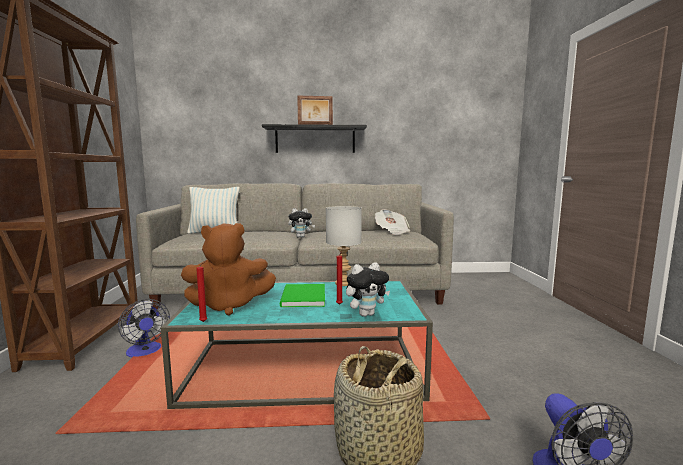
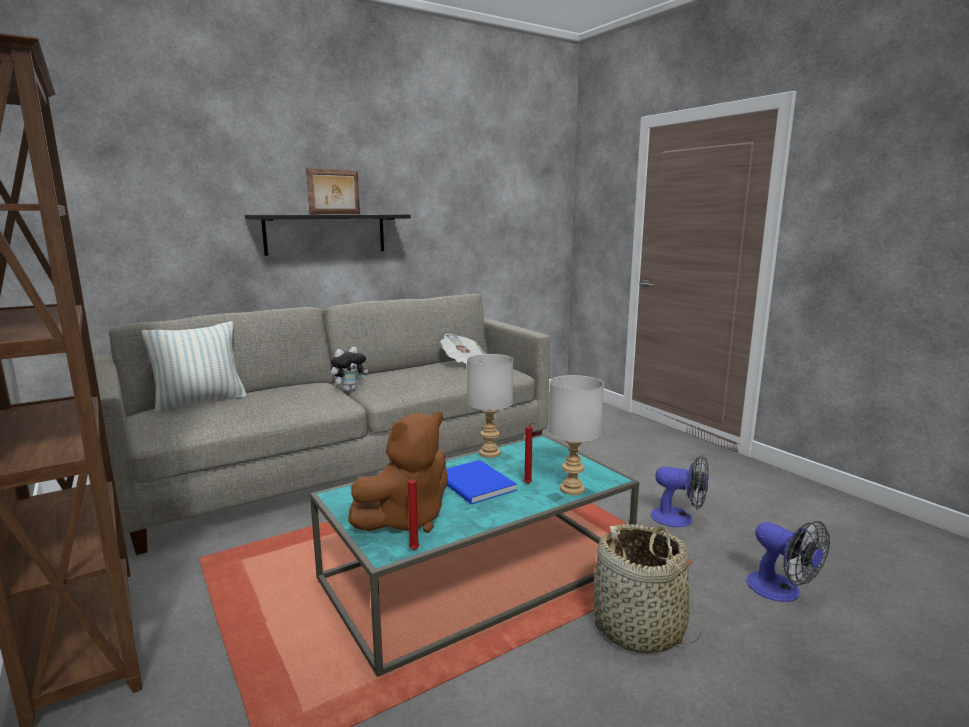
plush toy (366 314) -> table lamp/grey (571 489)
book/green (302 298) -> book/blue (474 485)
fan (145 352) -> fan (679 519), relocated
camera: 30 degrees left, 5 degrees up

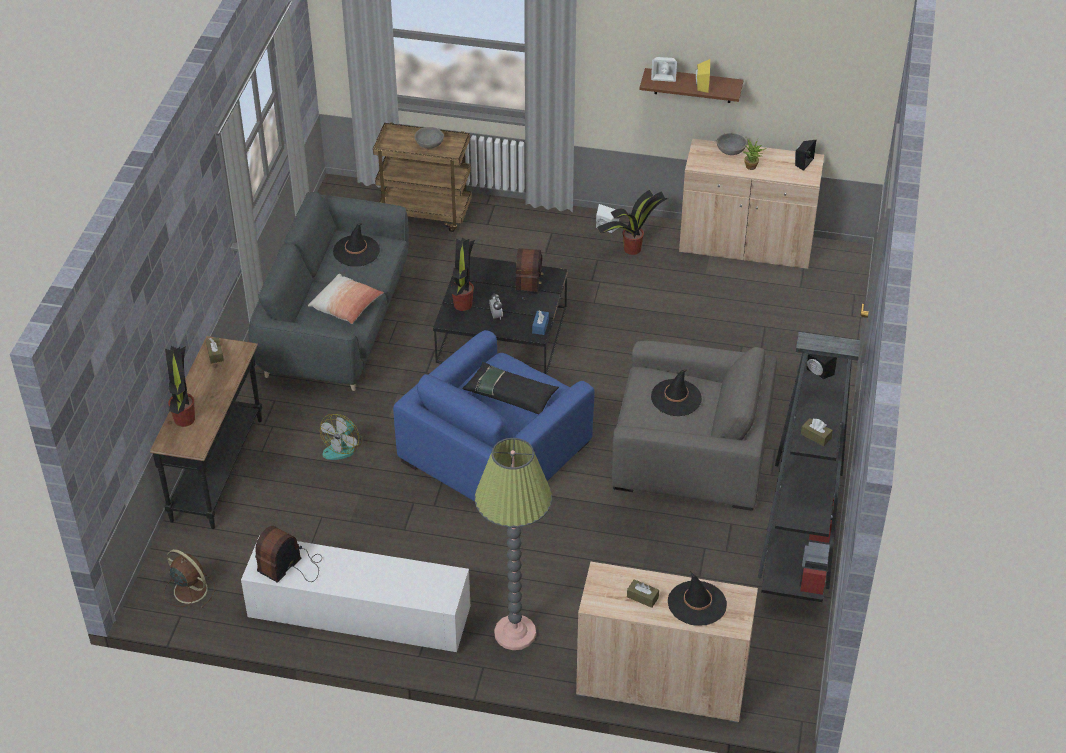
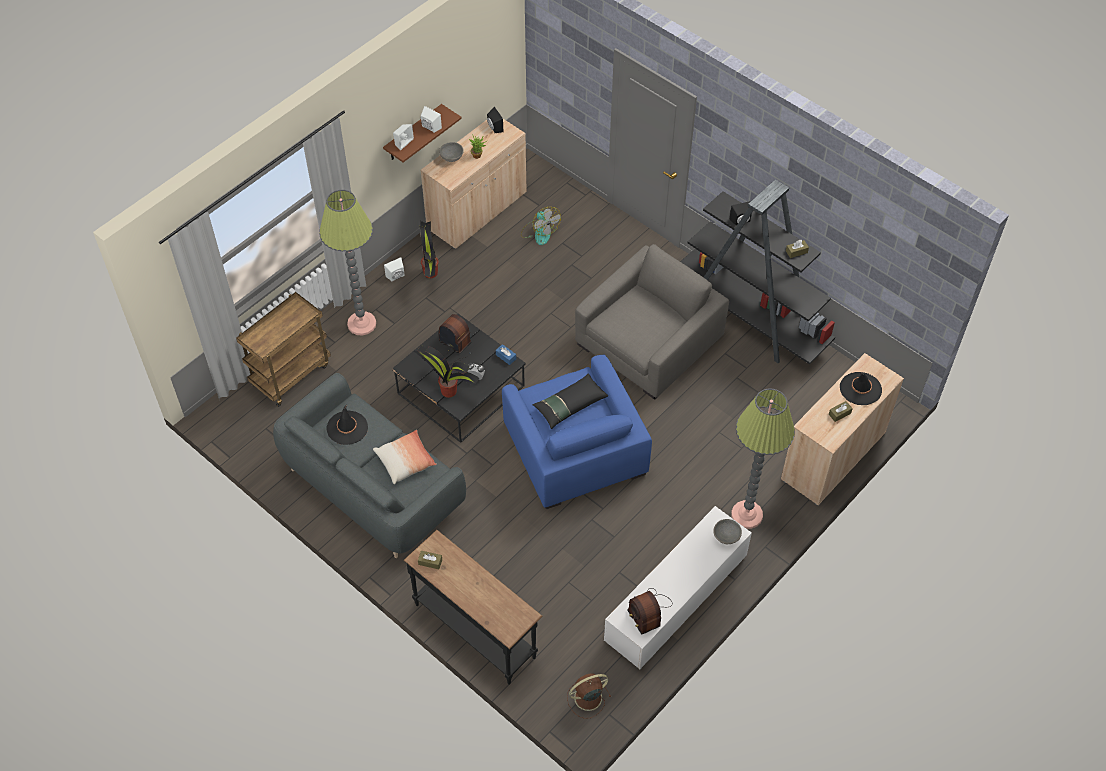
speaker/yellow (701 85) -> speaker/white (430 128)
bowl/grey (429 144) -> bowl/grey (726 536), relocated
potted plant (184 418) -> none
hat/black (676 398) -> none
fan (343 446) -> fan (539 232), relocated
none -> floor lamp (362 324)
camera: 60 degrees left, 10 degrees up

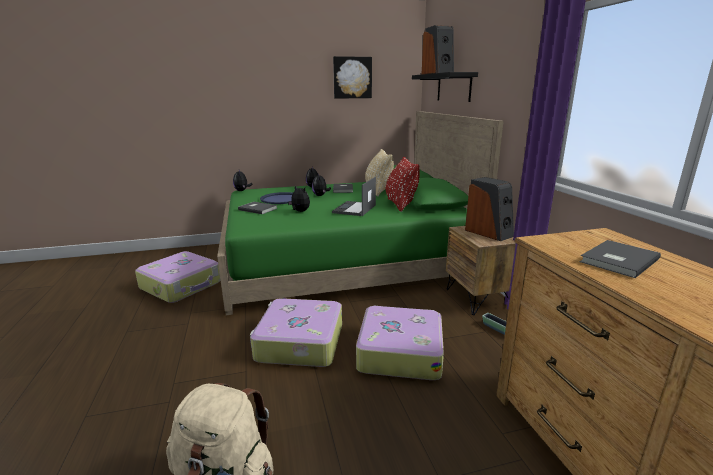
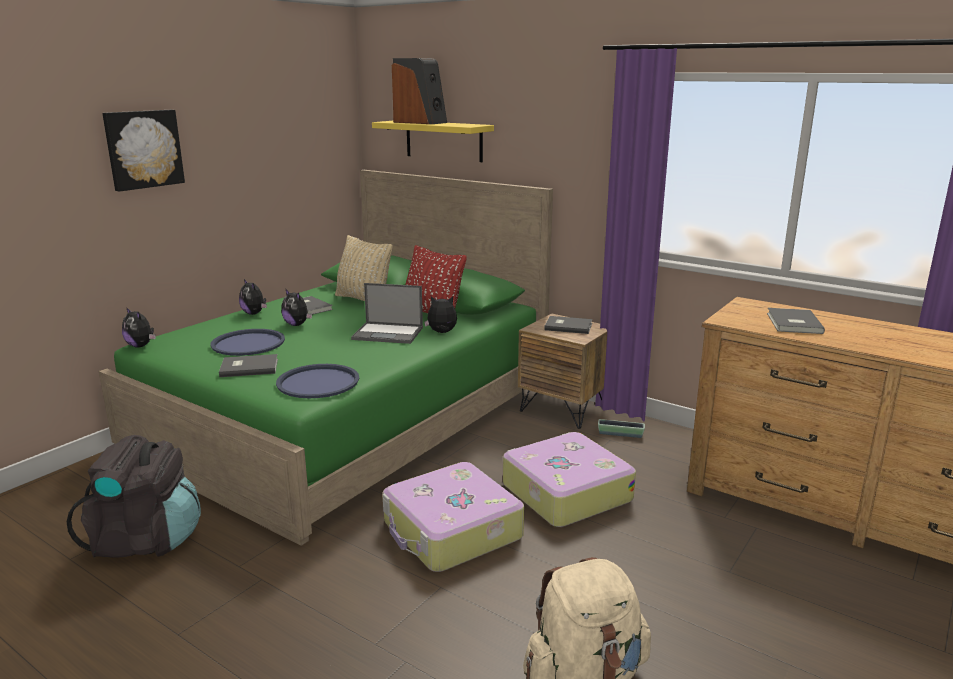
picture (352 77) -> picture (143 149), relocated
shelf/black (454 87) -> shelf/yellow (443 140)
laptop (354 209) -> laptop (389 333), 60 degrees counterclockwise
speaker (489 233) -> book/grey (567 326)
plush toy (300 211) -> plush toy (442 333), relocated
suitcase (182 285) -> backpack/black (146 540)
none -> tray/blue (318 382)
camera: 40 degrees left, 0 degrees up

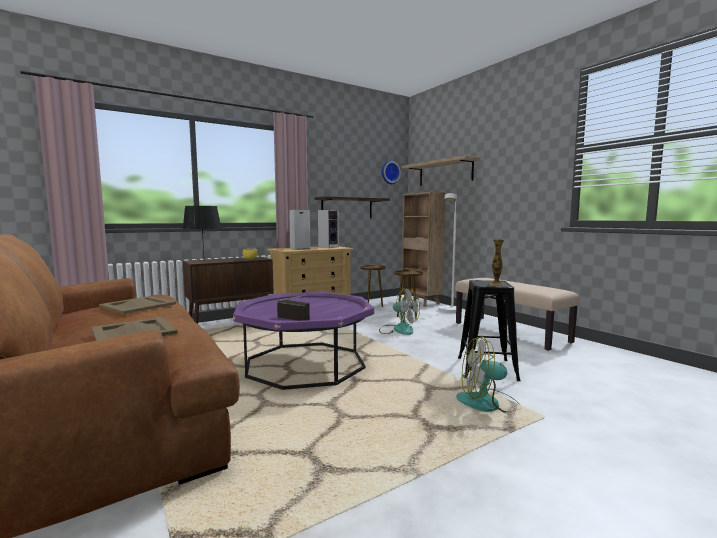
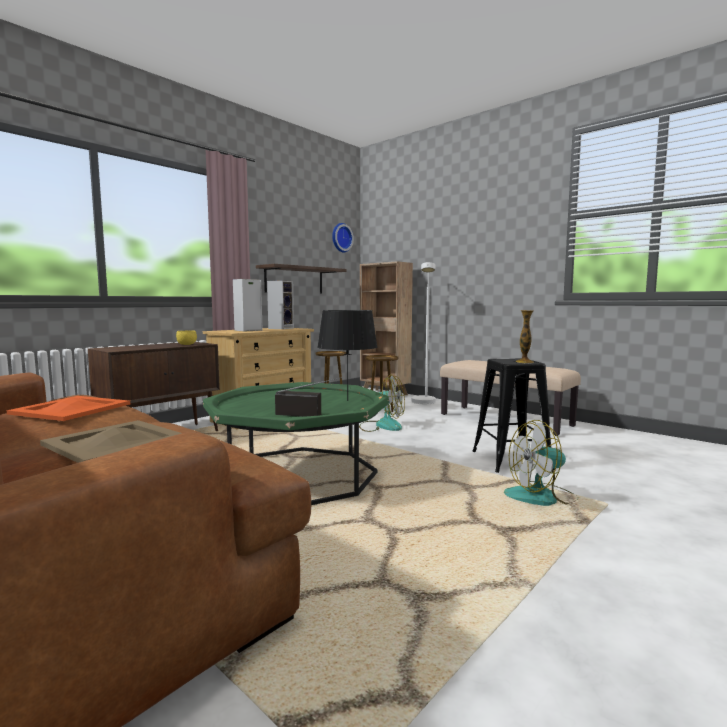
shelf (445 173) -> none
table lamp/black (203 261) -> table lamp/black (347 400), relocated
coffee table/purple (305 364) -> coffee table/green (298 475)
tray/beige (138 305) -> tray/orange (72 409)
camera: 15 degrees left, 0 degrees up

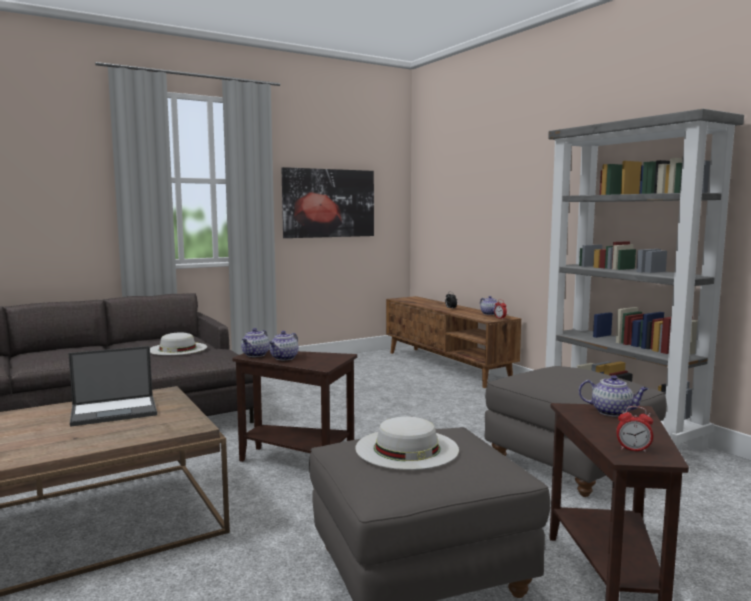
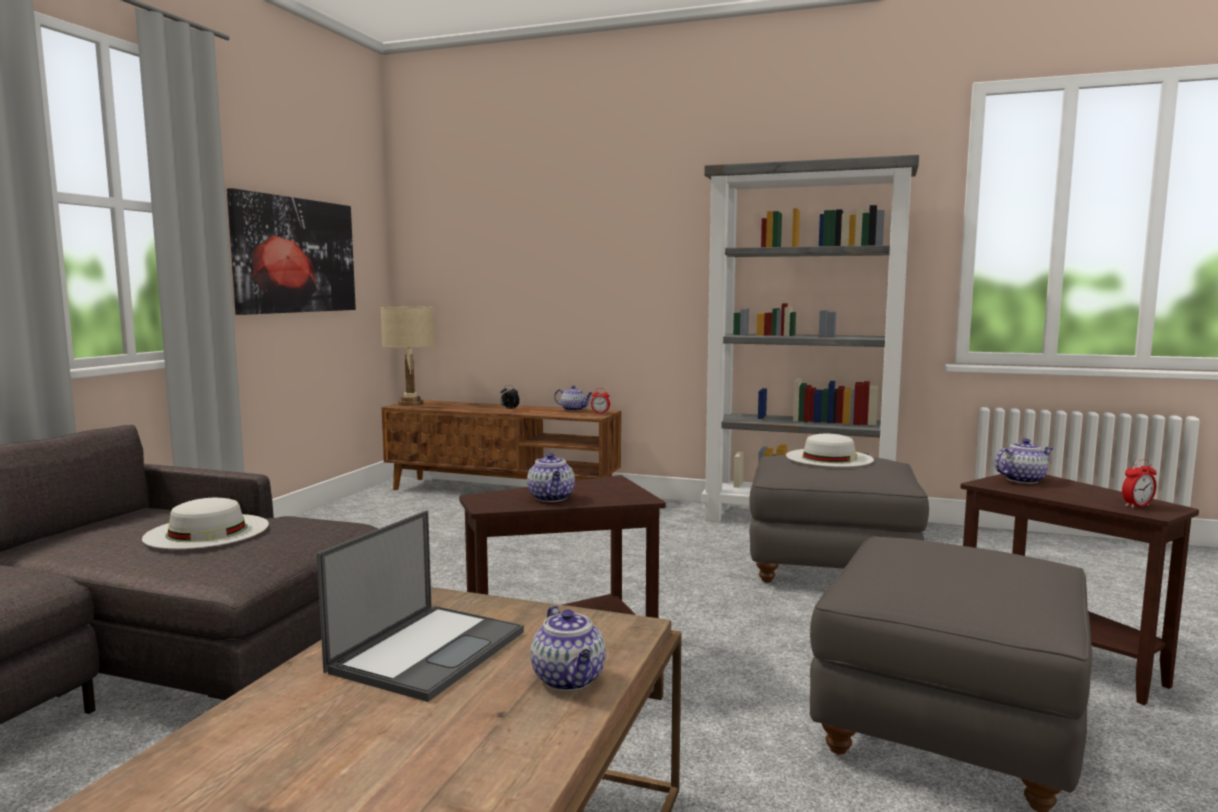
teapot (255 355) -> teapot (570 680), relocated
hat/white (407 448) -> hat/white (829 457), relocated
none -> table lamp/beige (411 404)
camera: 40 degrees left, 0 degrees up

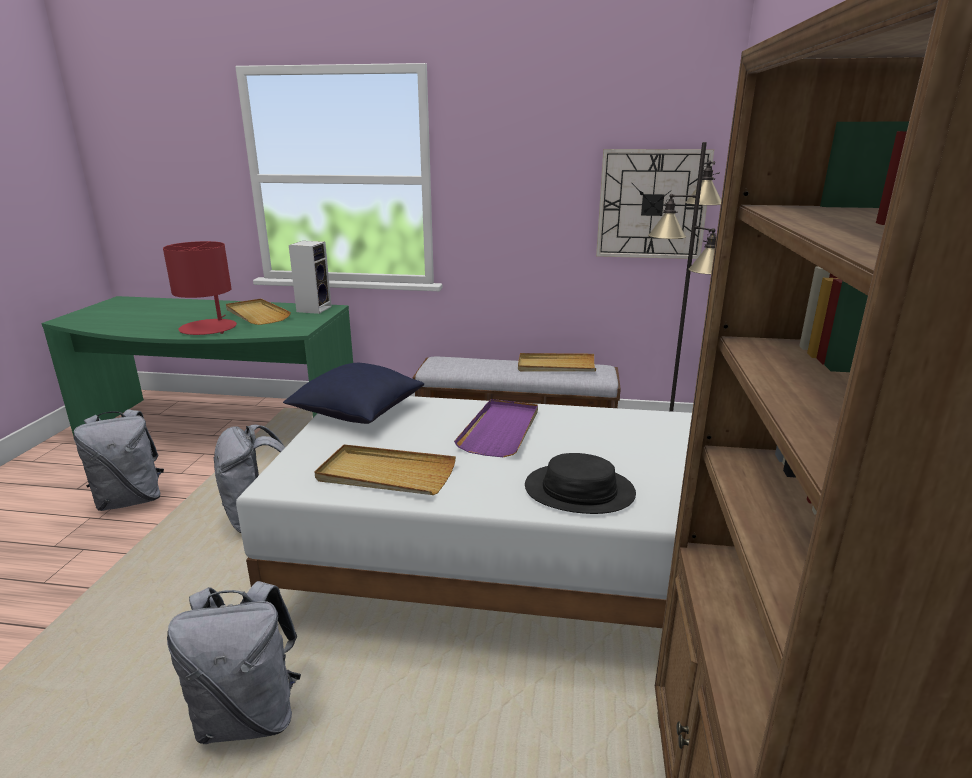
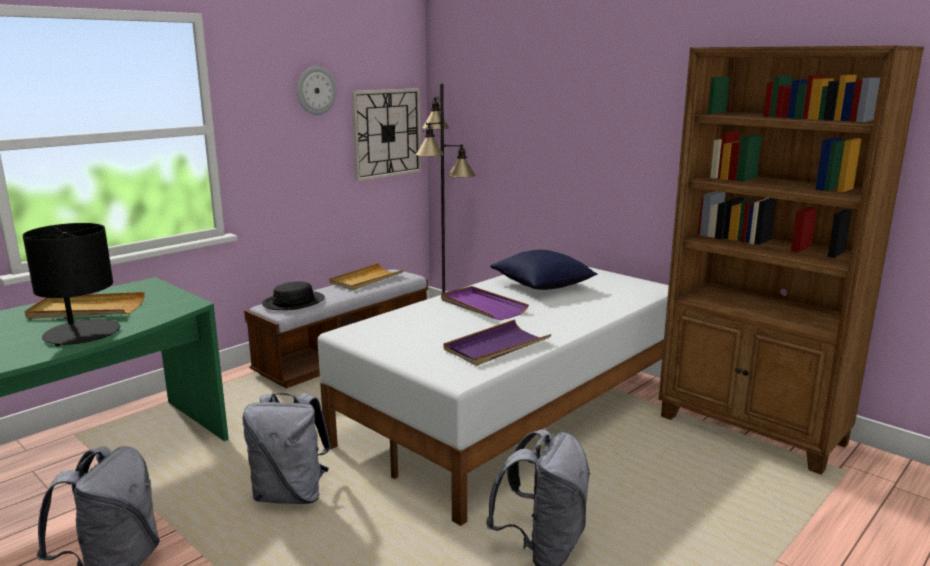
table lamp/red (208 328) -> table lamp/black (82 333)
speaker (314 309) -> none
pillow/blue (357 412) -> pillow/blue (542 286), relocated
tray/beige (385 475) -> tray/purple (496 346)
hat/black (579 491) -> hat/black (294 302), relocated
none -> wall clock (316 90)
camera: 55 degrees left, 5 degrees down

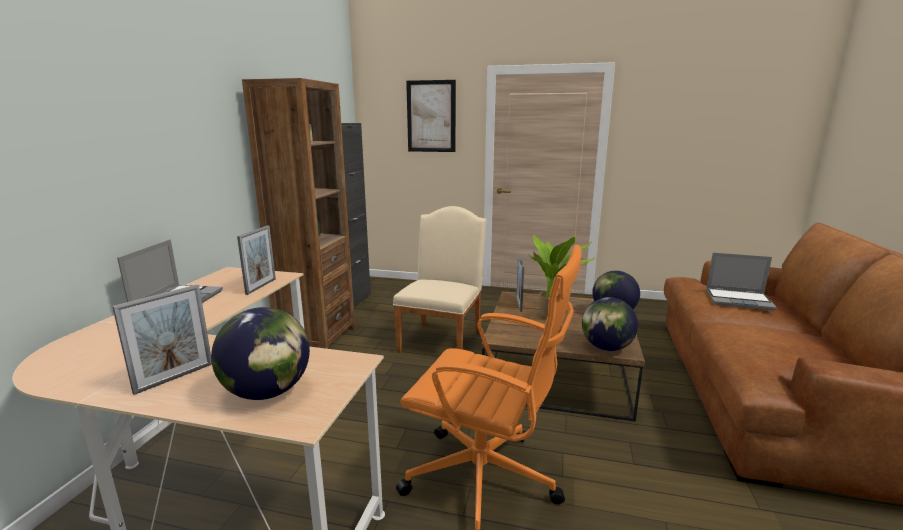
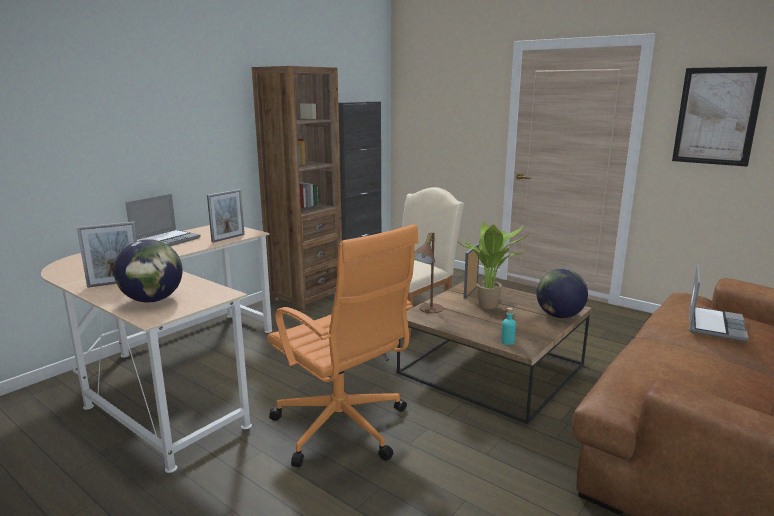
picture (431 116) -> picture (716 116), relocated
laptop (739 300) -> laptop (714 324), 105 degrees counterclockwise
globe (606 347) -> bottle/turquoise (507 342)
none -> table lamp/brown (427 309)
camera: 25 degrees right, 0 degrees up

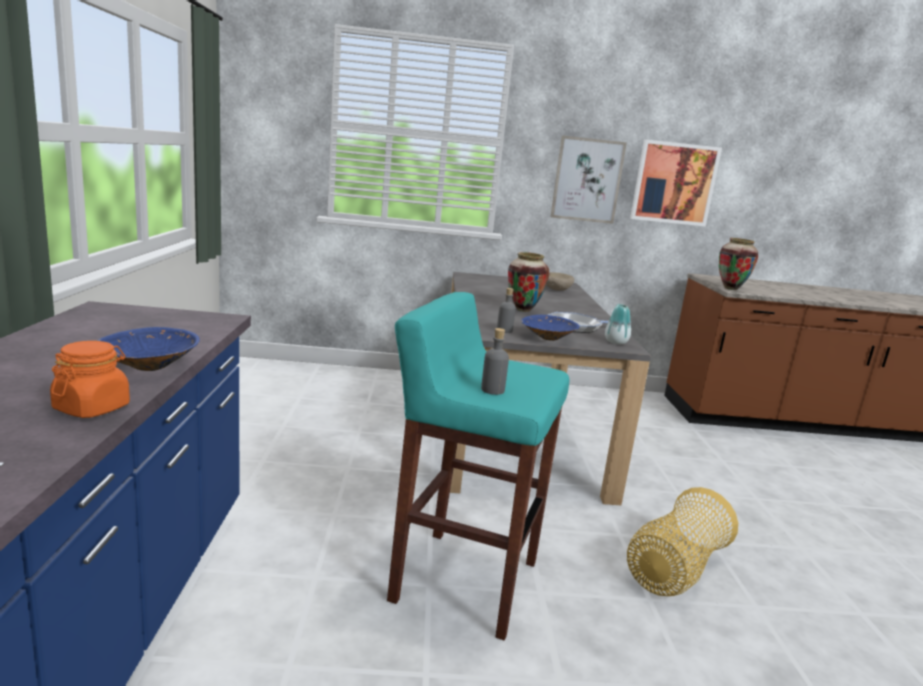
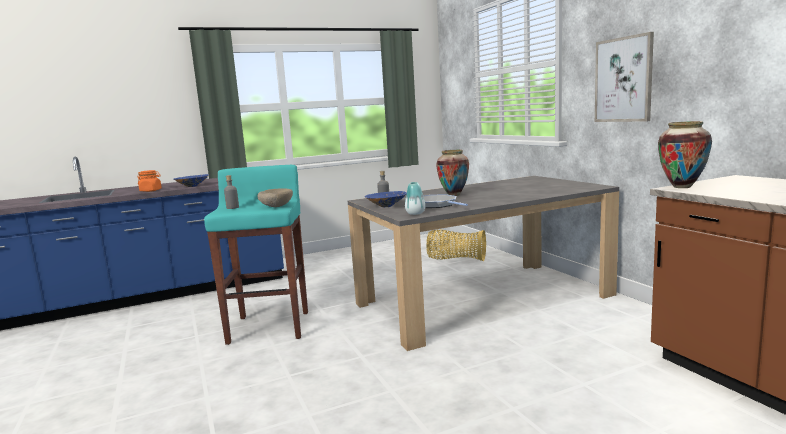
picture (674 183) -> none
bowl/beige (556 290) -> bowl/beige (275 207), relocated
basket (674 570) -> basket (455 259), relocated
camera: 70 degrees right, 5 degrees down

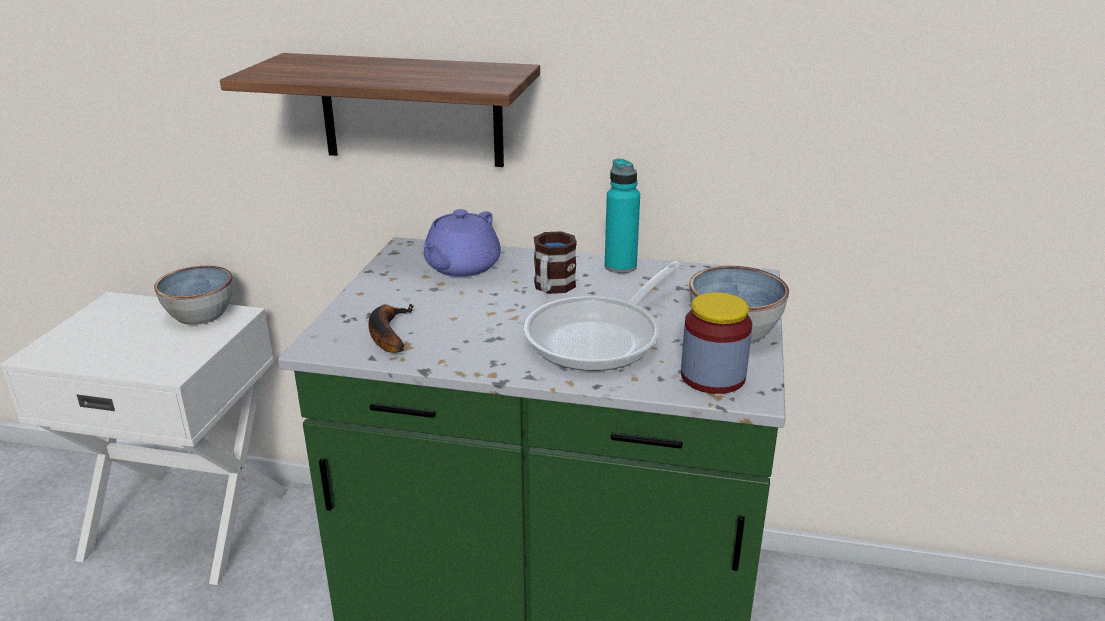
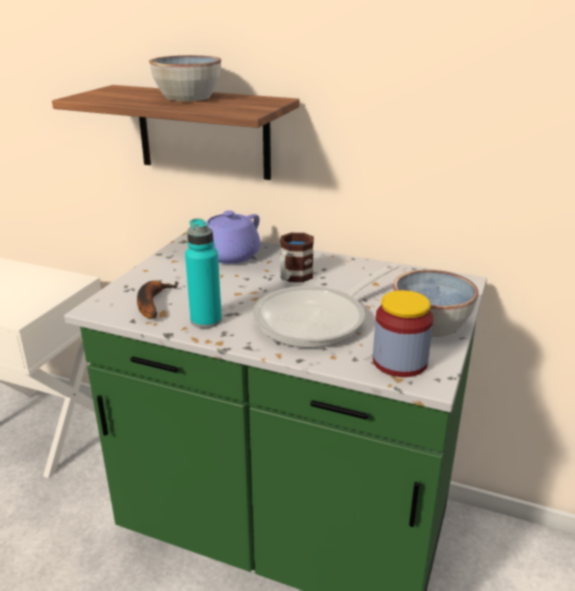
bottle/turquoise (620 266) -> bottle/turquoise (206 320), relocated
bowl (199 315) -> bowl (187 98), relocated
camera: 10 degrees right, 0 degrees up

